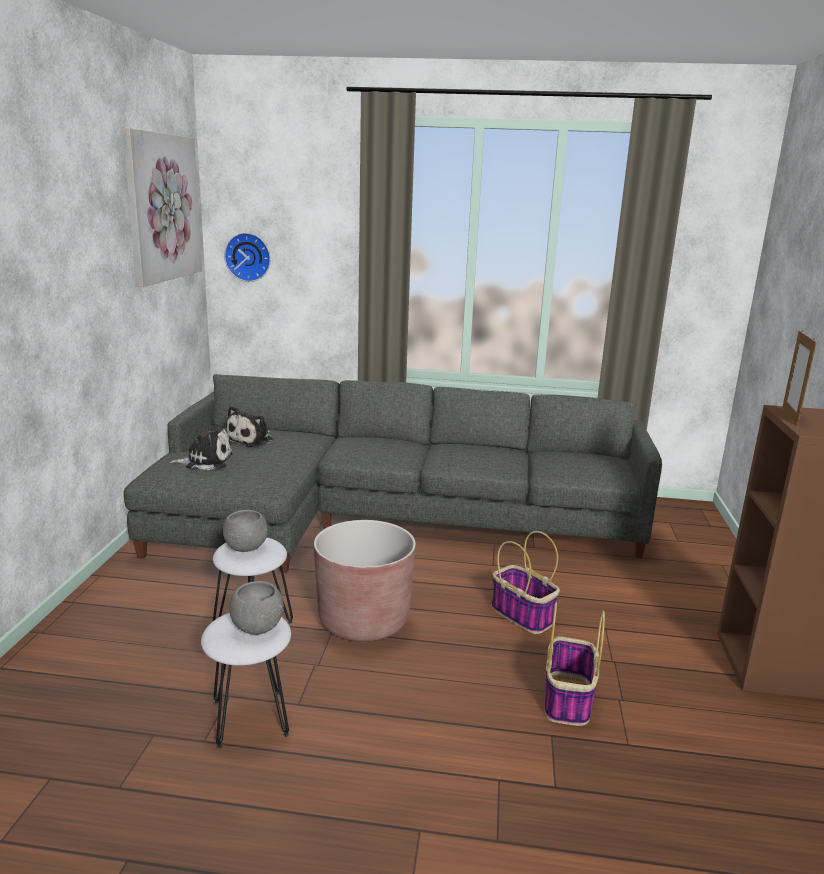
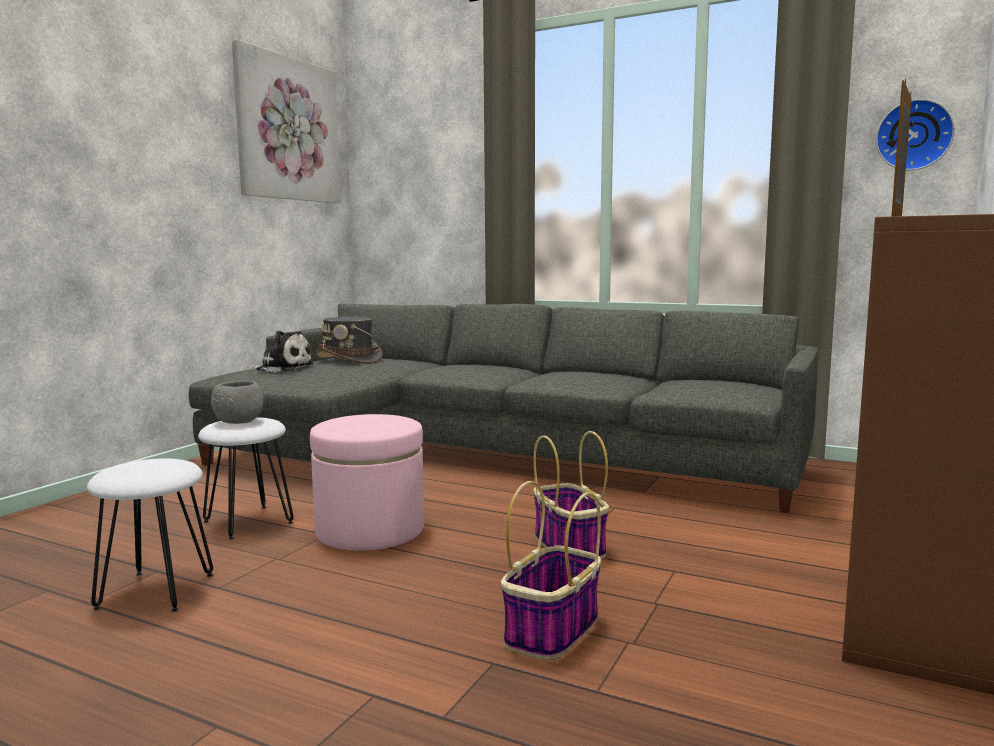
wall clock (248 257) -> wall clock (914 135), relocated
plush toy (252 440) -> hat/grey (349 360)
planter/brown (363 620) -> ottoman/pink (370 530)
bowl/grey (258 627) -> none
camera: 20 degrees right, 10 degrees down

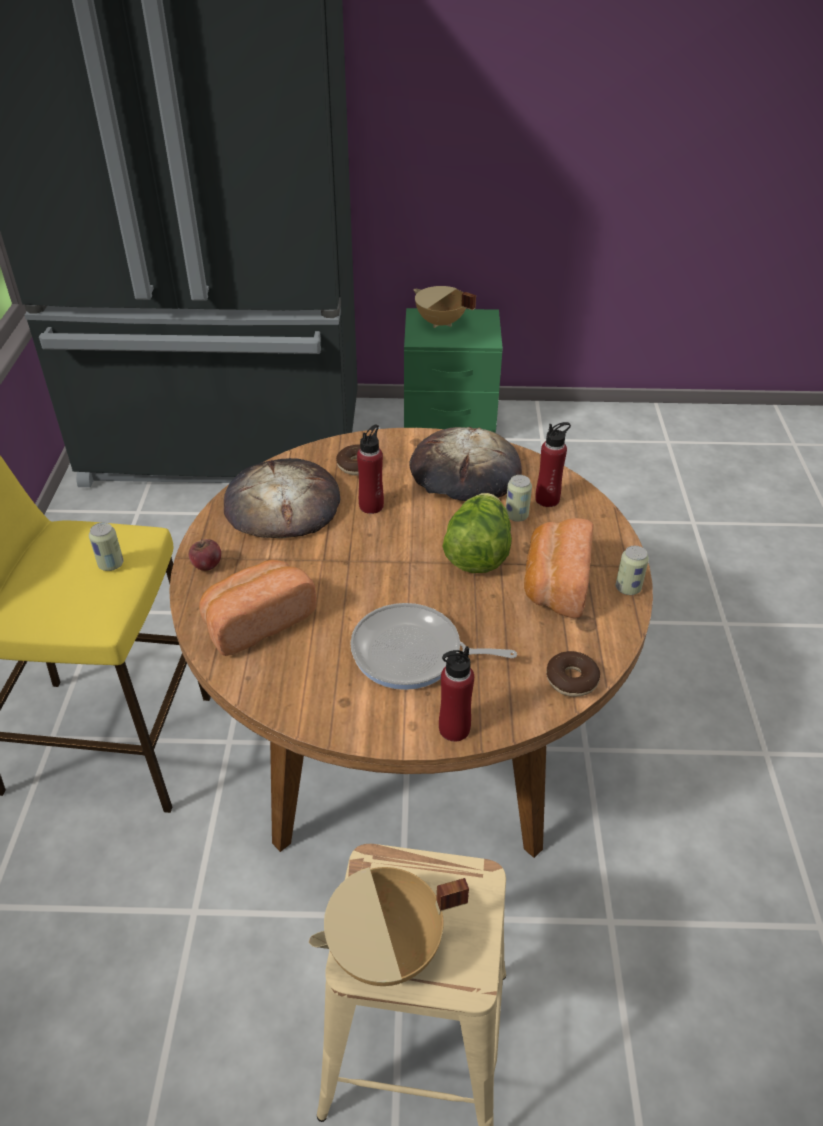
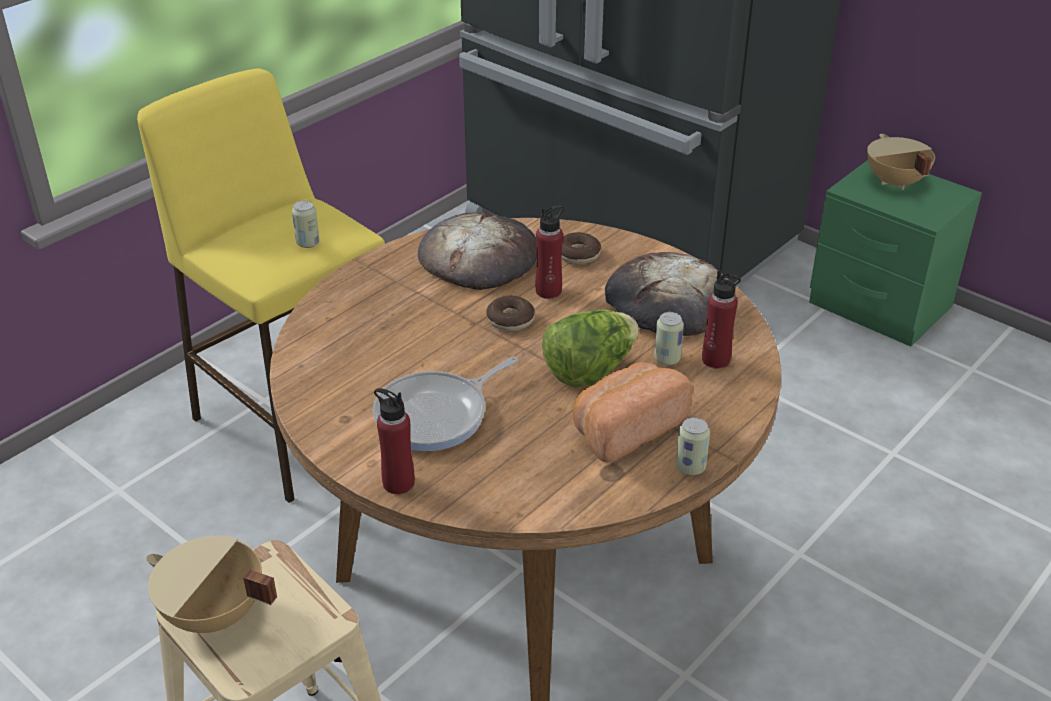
apple (207 565) -> none
bread (256 621) -> none
frying pan (413 654) -> frying pan (437 415), 90 degrees counterclockwise
donut (571 679) -> donut (510 320), relocated
camera: 40 degrees right, 5 degrees down

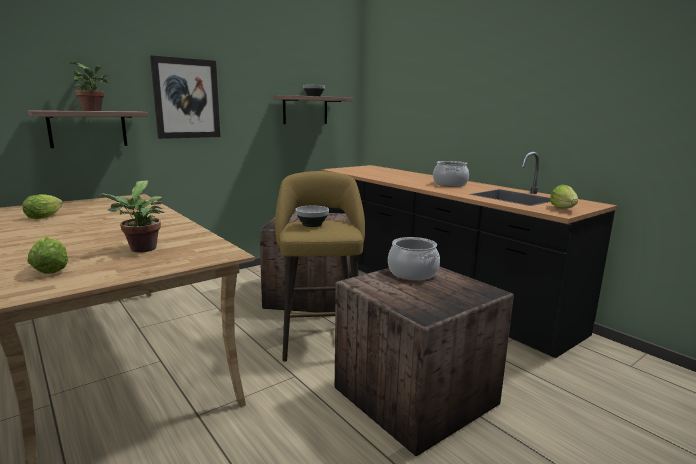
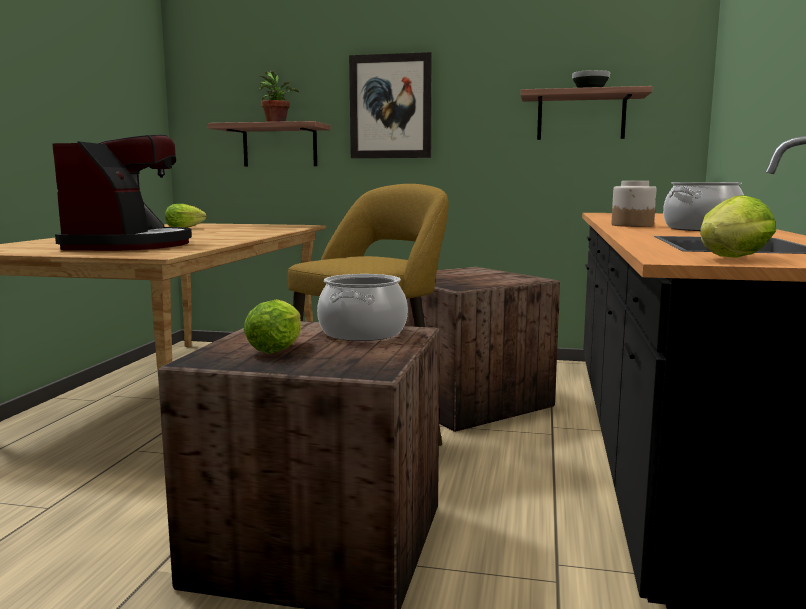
potted plant (141 250) -> coffee machine (130 245)
bowl (312 225) -> none
lettuce (50 269) -> lettuce (278 348), relocated
none -> jar (633 225)
camera: 50 degrees right, 5 degrees down

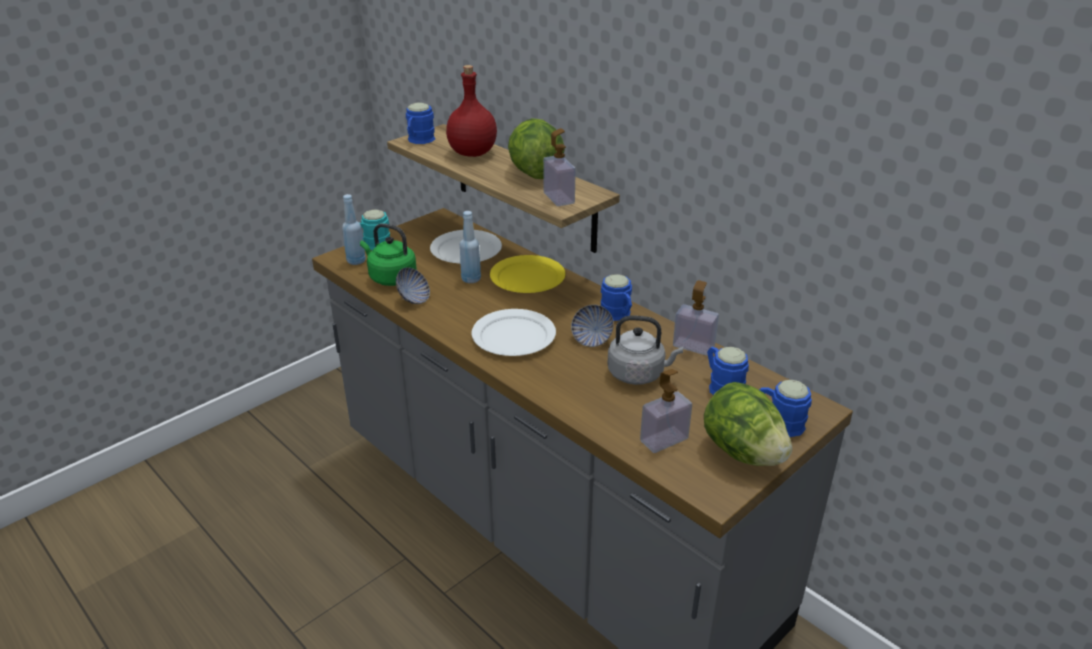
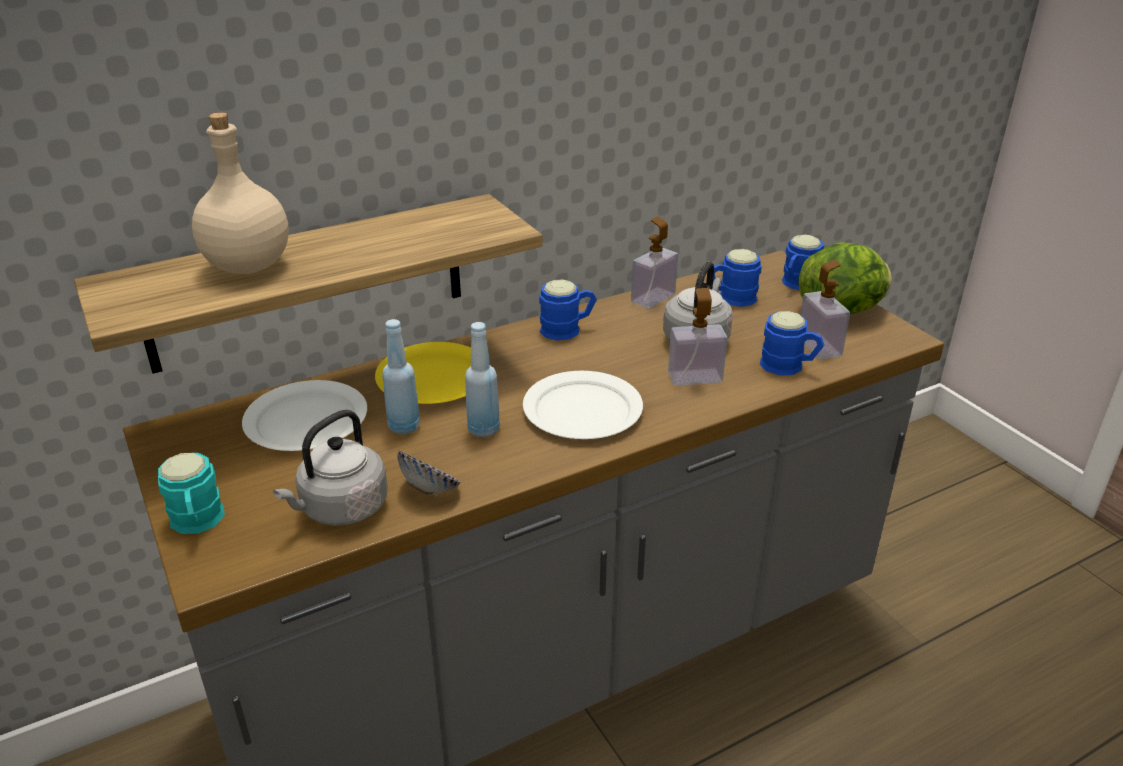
bottle/red (472 153) -> bottle/beige (247 267)
mug/blue (419 141) -> mug/blue (789 366), relocated
lettuce (534 173) -> none
soap dispenser (558 198) -> soap dispenser (695 377), relocated
bottle/blue (356 261) -> bottle/blue (483 429), relocated
kettle/green (390 278) -> kettle/grey (341 509)
bowl (592 339) -> none
camera: 75 degrees left, 0 degrees up

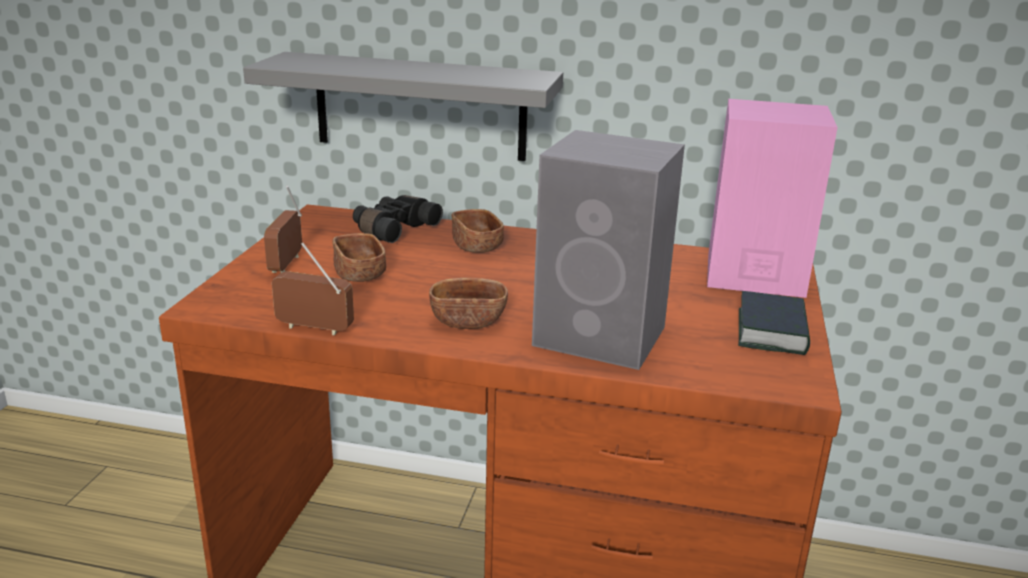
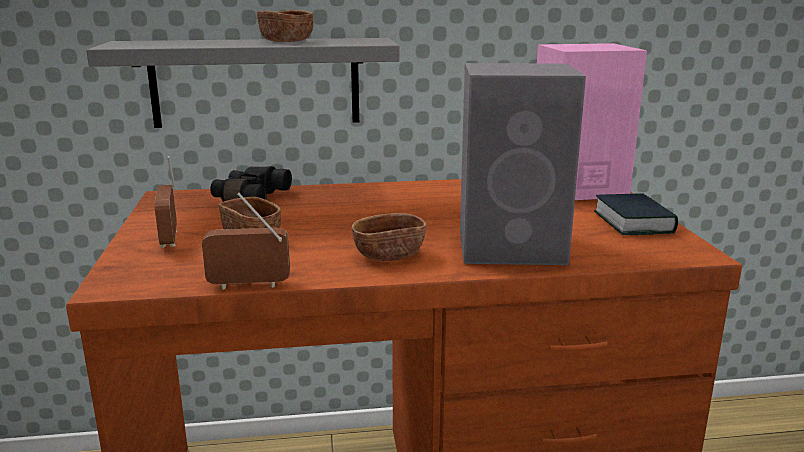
bowl/brown (476 246) -> bowl/brown (286 41), relocated
camera: 20 degrees left, 5 degrees down

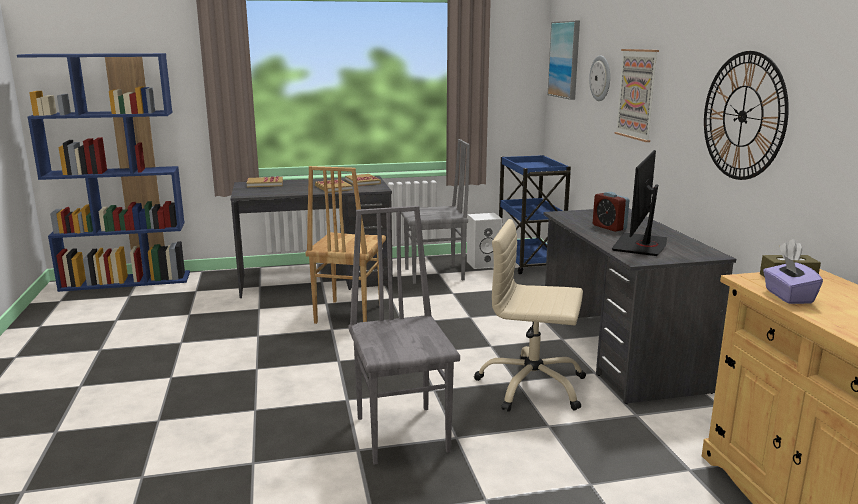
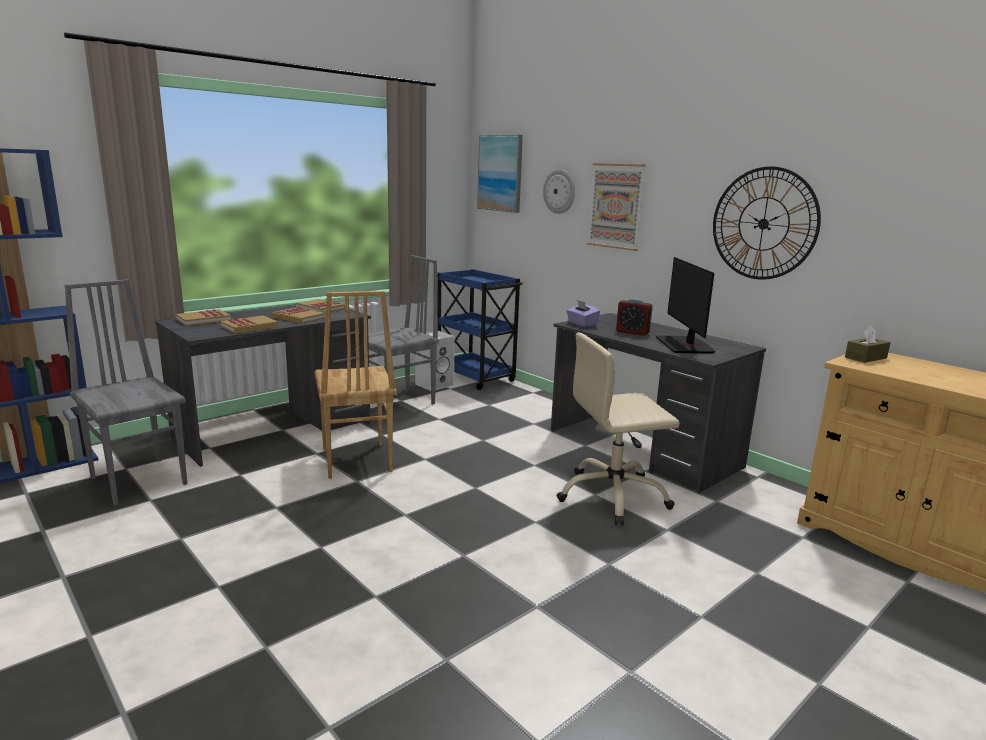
chair/grey (403 433) -> chair/grey (140 480), relocated
tissue box/purple (788 296) -> tissue box/purple (581 324), relocated
none -> book (249 327)
camera: 30 degrees left, 0 degrees up

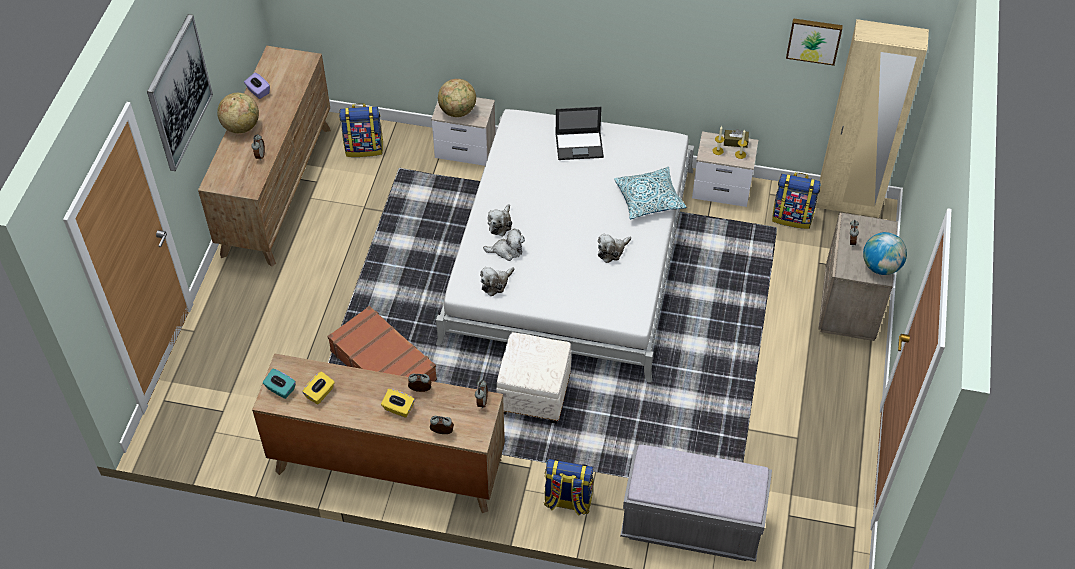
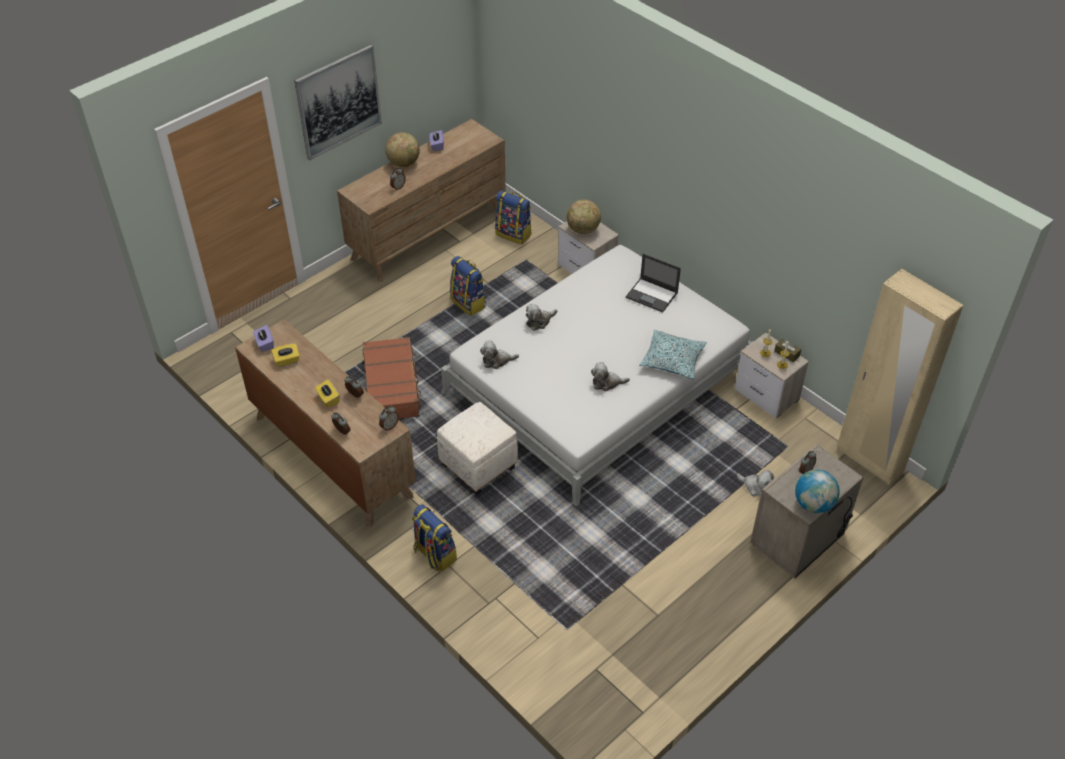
picture (814 40) -> none
backpack (792 217) -> backpack (469 303), relocated
plush toy (507 251) -> plush toy (756 487), relocated
tissue box/turquoise (280 389) -> tissue box/purple (265 344)
bench/grey (691 525) -> none
camera: 35 degrees right, 5 degrees down

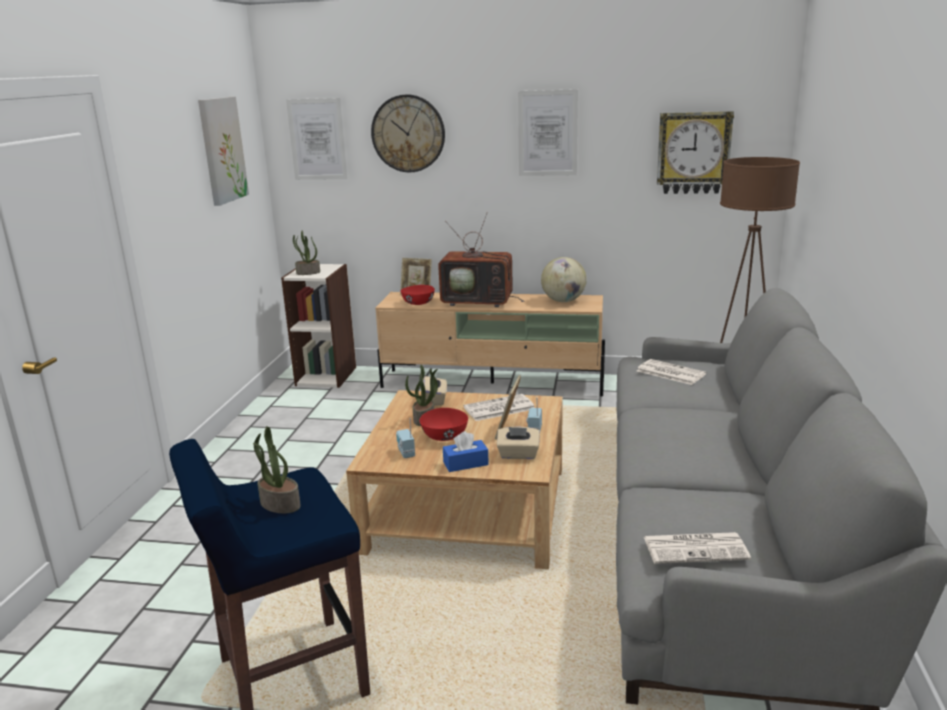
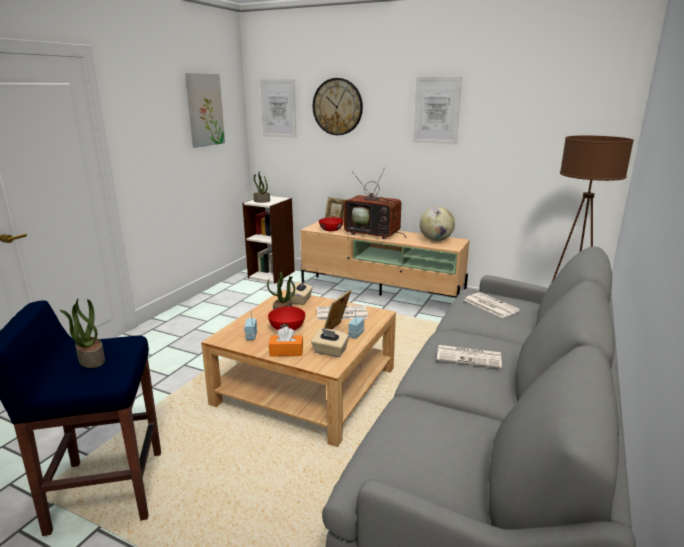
wall clock (693 153) -> none
tissue box/blue (465 463) -> tissue box/orange (286 352)
newspaper (696 548) -> newspaper (469 357), relocated
camera: 15 degrees right, 0 degrees up

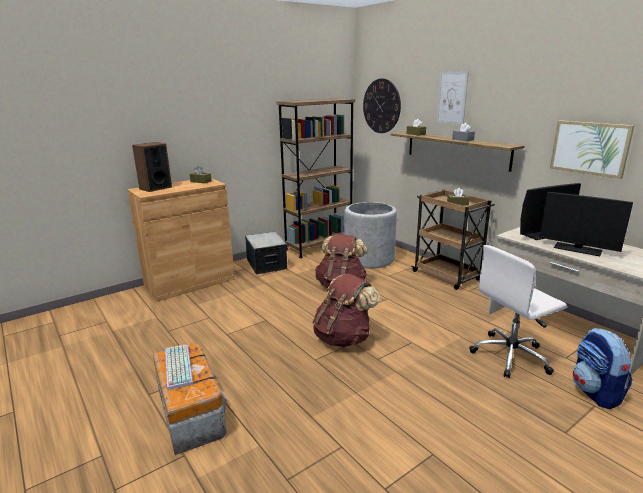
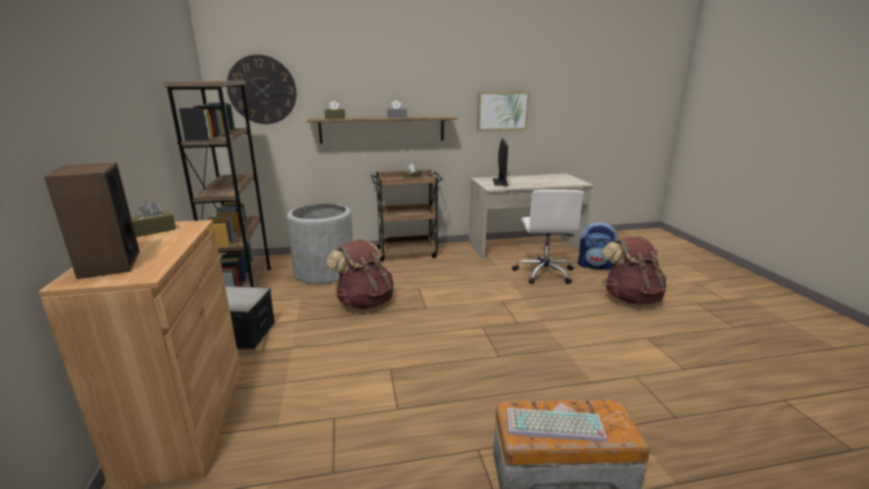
picture (452 97) -> none
monitor (577 249) -> none
backpack/brown (343 338) -> backpack/brown (631 298), relocated
camera: 65 degrees left, 0 degrees up

